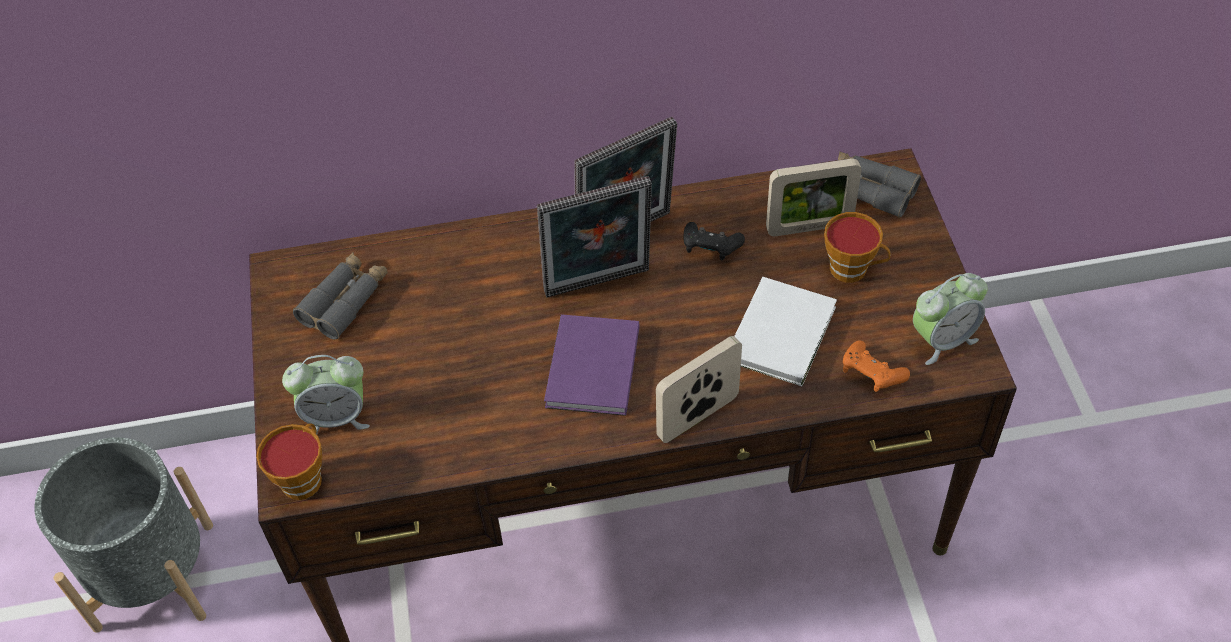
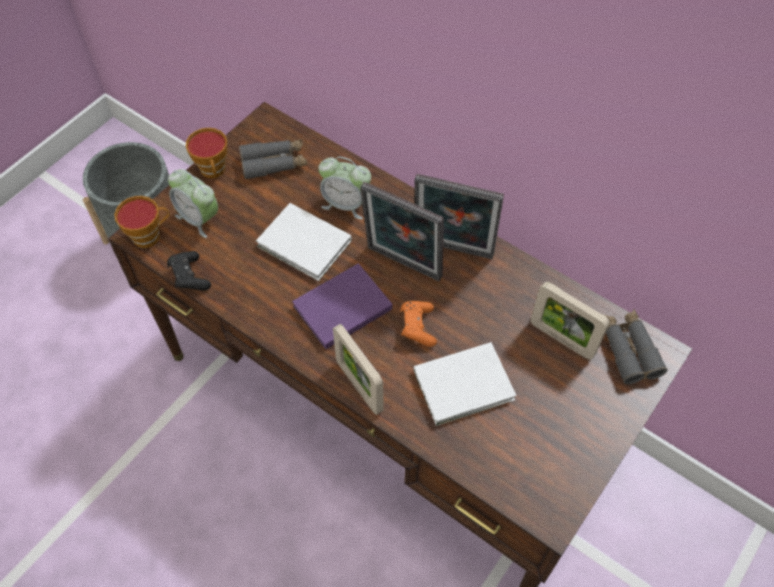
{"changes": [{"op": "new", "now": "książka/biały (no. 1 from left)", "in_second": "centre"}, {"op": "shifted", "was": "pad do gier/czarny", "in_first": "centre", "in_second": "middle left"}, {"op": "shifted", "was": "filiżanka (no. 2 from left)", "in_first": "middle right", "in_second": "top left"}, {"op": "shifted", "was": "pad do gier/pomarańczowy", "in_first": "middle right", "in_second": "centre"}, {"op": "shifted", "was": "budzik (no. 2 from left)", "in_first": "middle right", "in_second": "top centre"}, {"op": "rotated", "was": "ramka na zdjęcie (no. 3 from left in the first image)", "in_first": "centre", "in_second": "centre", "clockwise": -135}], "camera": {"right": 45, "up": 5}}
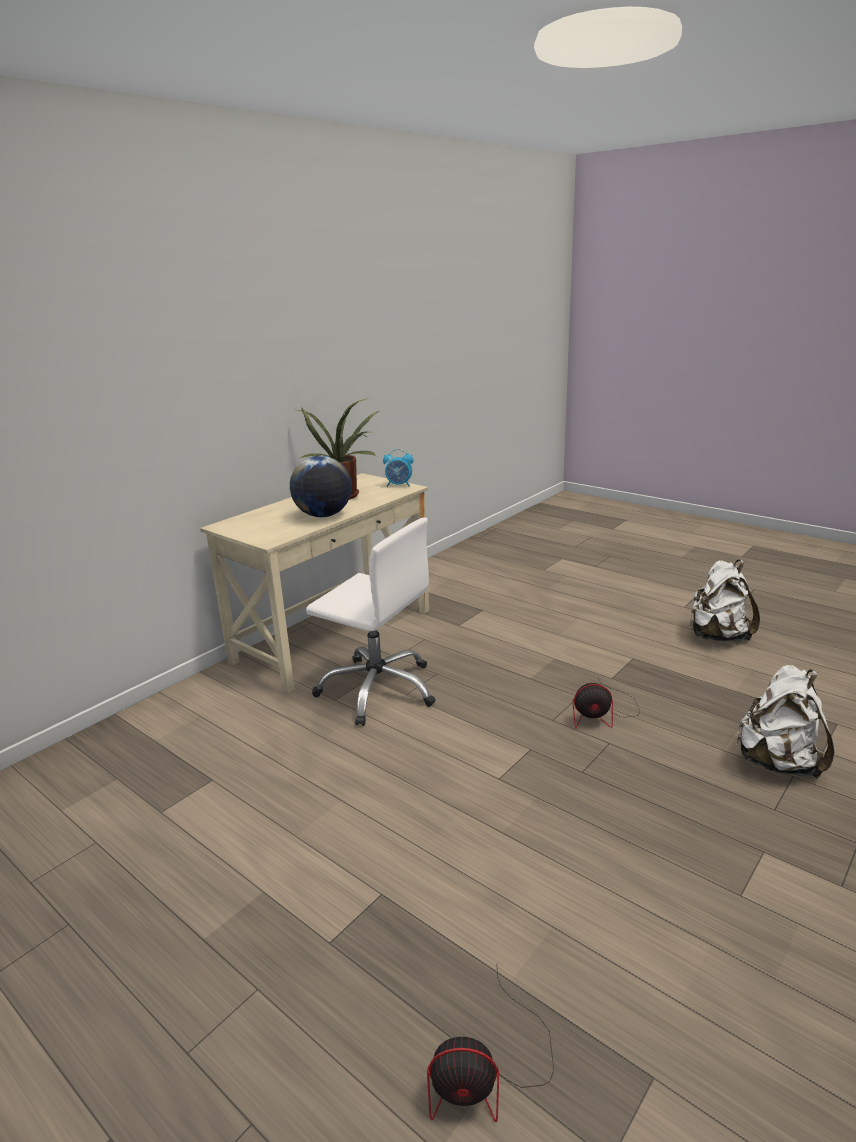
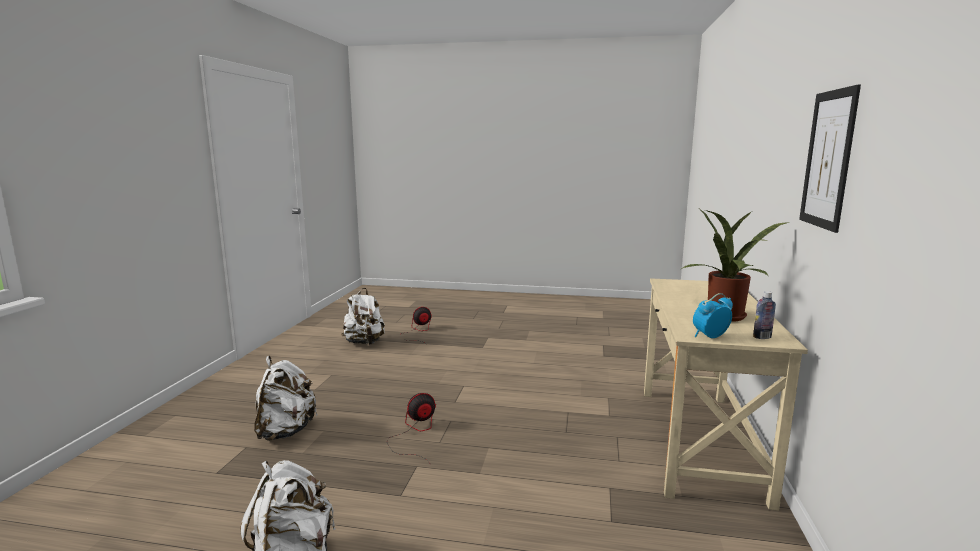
{"changes": [{"op": "gone", "was": "globus", "in_first": "centre"}, {"op": "gone", "was": "krzesło biurowe/biały", "in_first": "centre"}, {"op": "new", "now": "plecak/biały (no. 3 from left)", "in_second": "centre"}, {"op": "new", "now": "butelka", "in_second": "middle right"}, {"op": "new", "now": "obraz", "in_second": "top right"}], "camera": {"right": 150, "up": -10}}
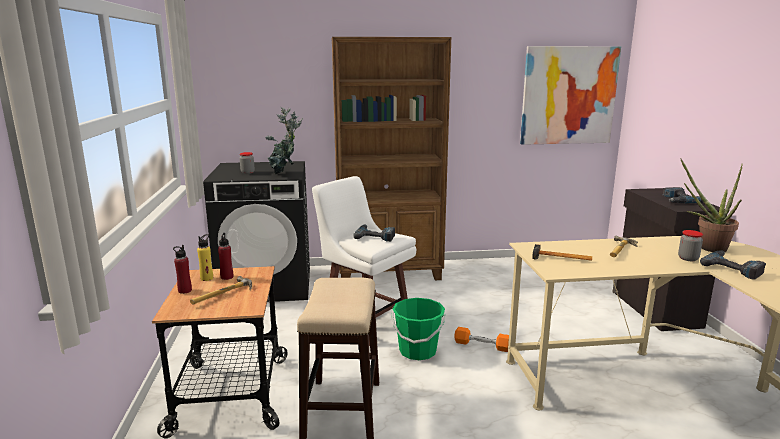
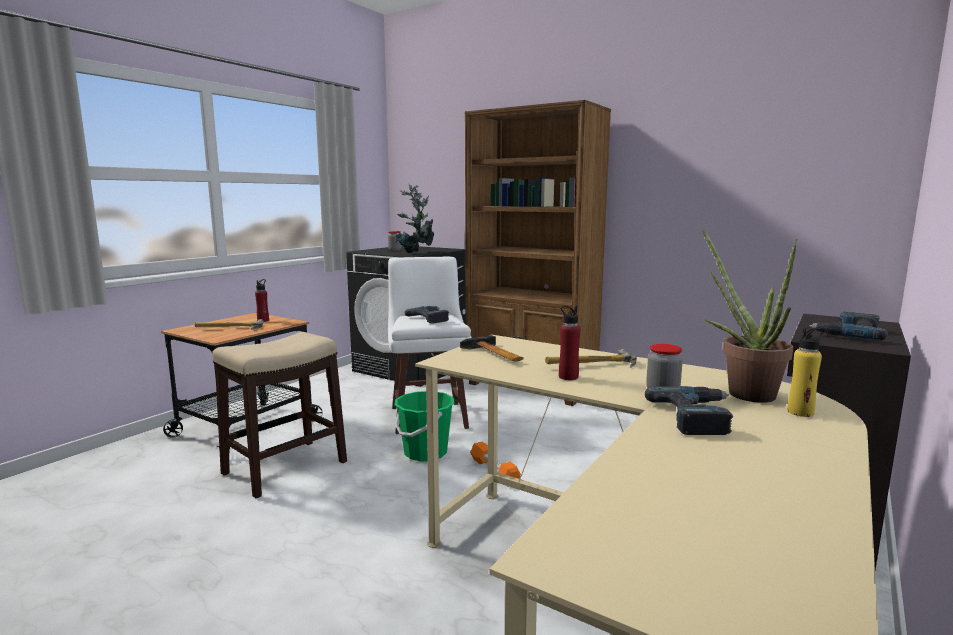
{"changes": [{"op": "gone", "was": "obraz", "in_first": "top right"}, {"op": "shifted", "was": "butelka/czerwony (no. 1 from left in the first image)", "now": "butelka/czerwony (no. 2 from left)", "in_first": "middle left", "in_second": "centre"}, {"op": "shifted", "was": "butelka/żółty", "in_first": "middle left", "in_second": "middle right"}], "camera": {"right": 40, "up": -5}}
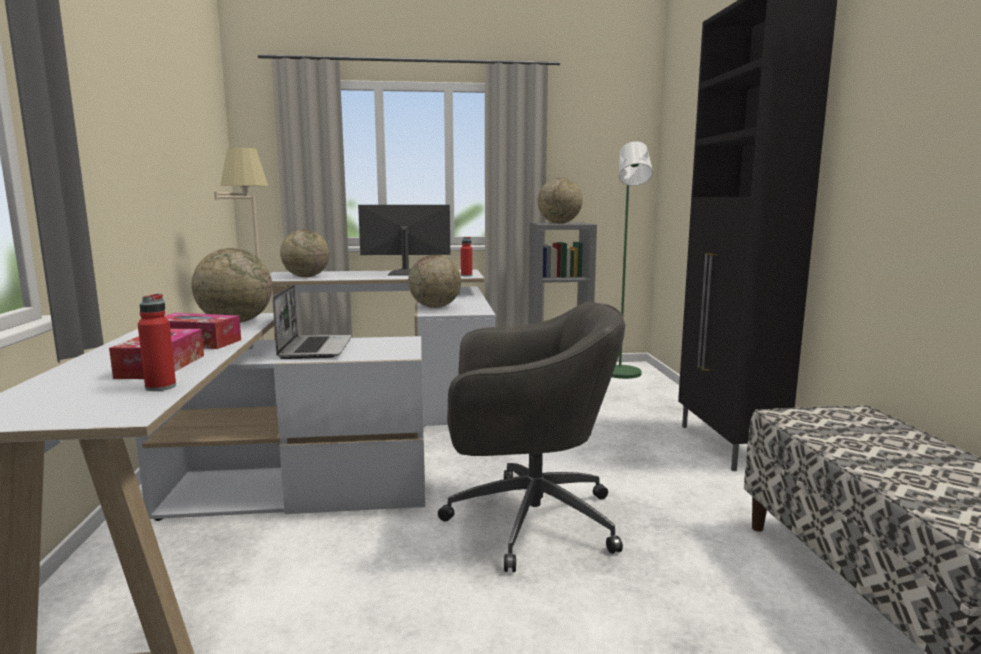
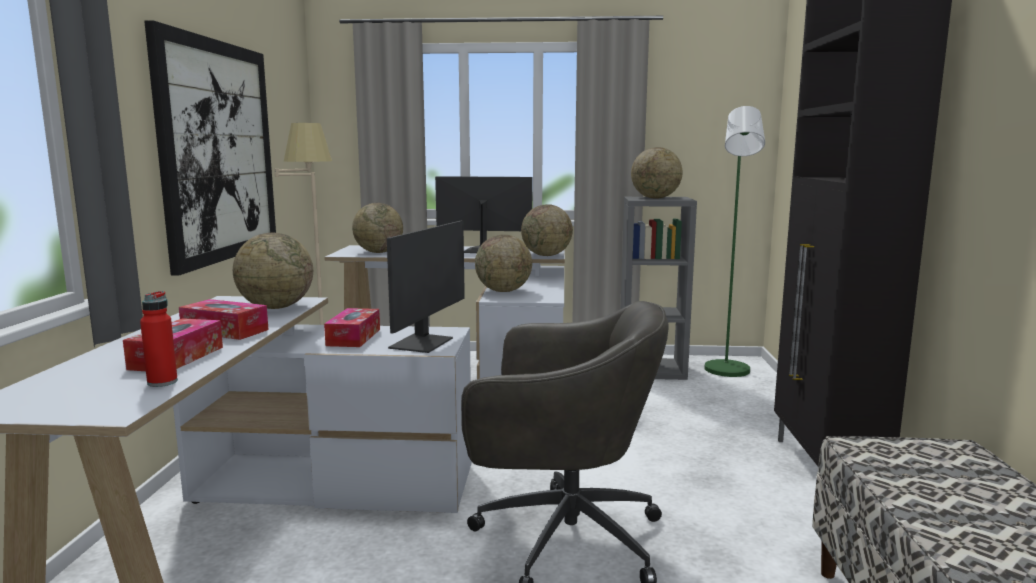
{"changes": [{"op": "new", "now": "obraz", "in_second": "top left"}, {"op": "new", "now": "monitor (no. 1 from left)", "in_second": "centre"}, {"op": "swapped", "was": "laptop", "now": "pudełko chusteczek (no. 3 from left)", "in_first": "middle left", "in_second": "centre"}, {"op": "swapped", "was": "butelka/czerwony (no. 2 from left)", "now": "globus (no. 4 from left)", "in_first": "centre", "in_second": "centre"}], "camera": {"right": 10, "up": 0}}
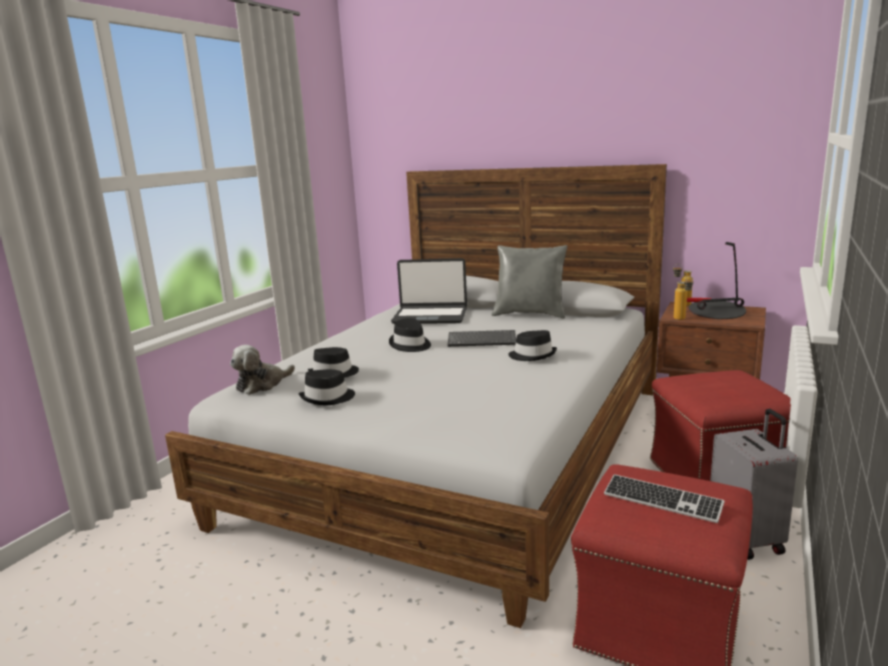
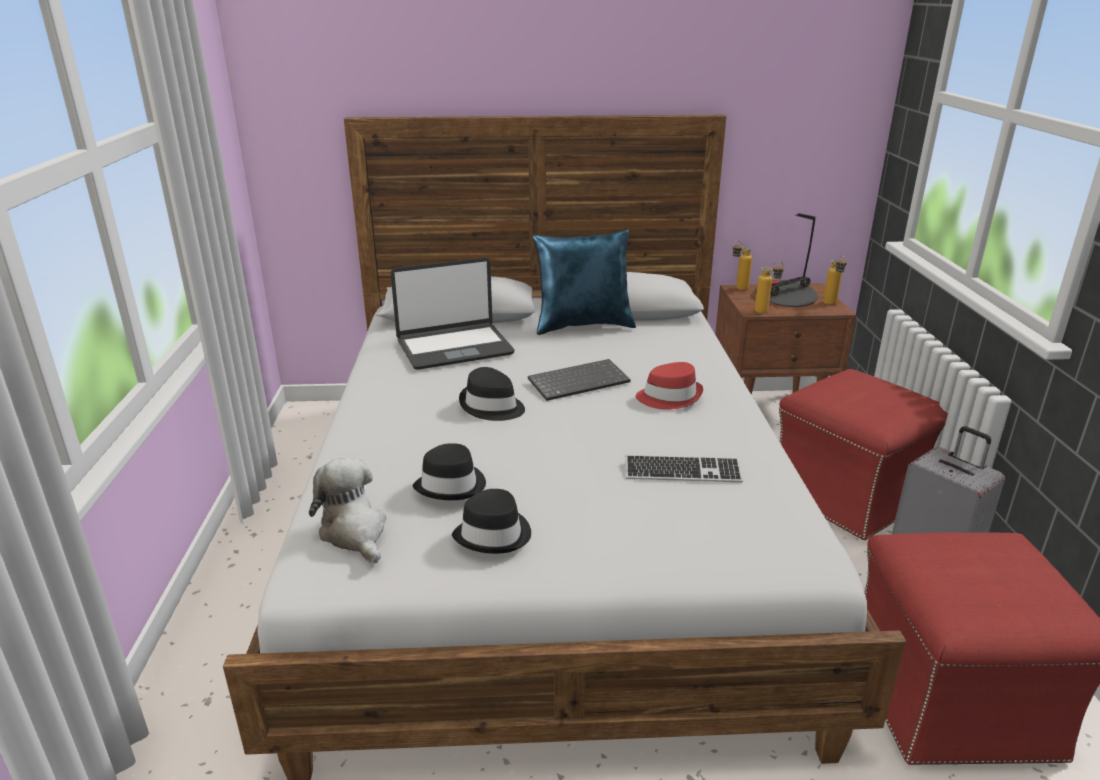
{"changes": [{"op": "new", "now": "butelka (no. 3 from left)", "in_second": "middle right"}, {"op": "shifted", "was": "klawiatura (no. 2 from left)", "in_first": "bottom right", "in_second": "centre"}, {"op": "repainted", "was": "poduszka/szary", "now": "poduszka/niebieski", "in_first": "centre", "in_second": "centre"}, {"op": "repainted", "was": "kapelusz/czarny (no. 4 from left)", "now": "kapelusz/czerwony", "in_first": "centre", "in_second": "centre"}, {"op": "rotated", "was": "pluszak", "in_first": "middle left", "in_second": "middle left", "clockwise": 135}], "camera": {"right": -30, "up": 10}}
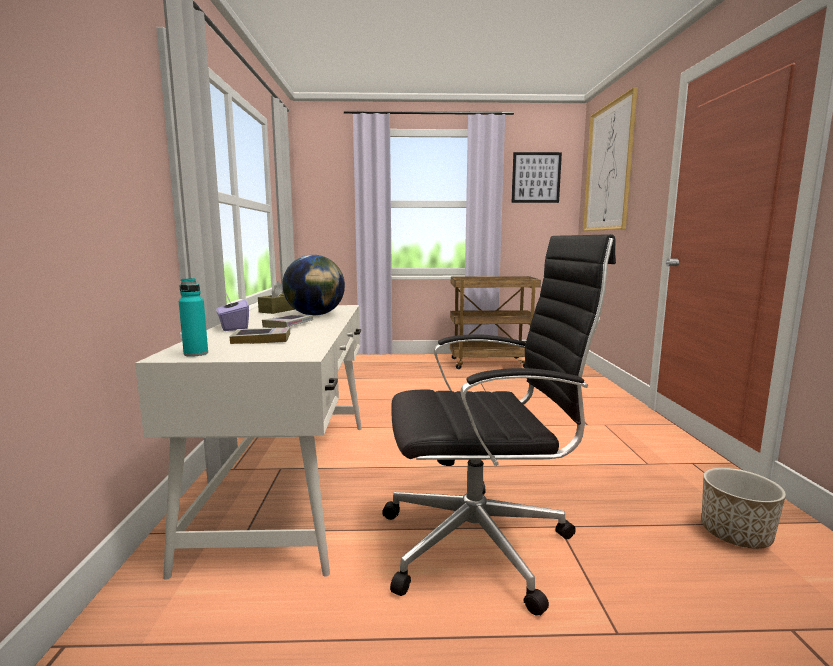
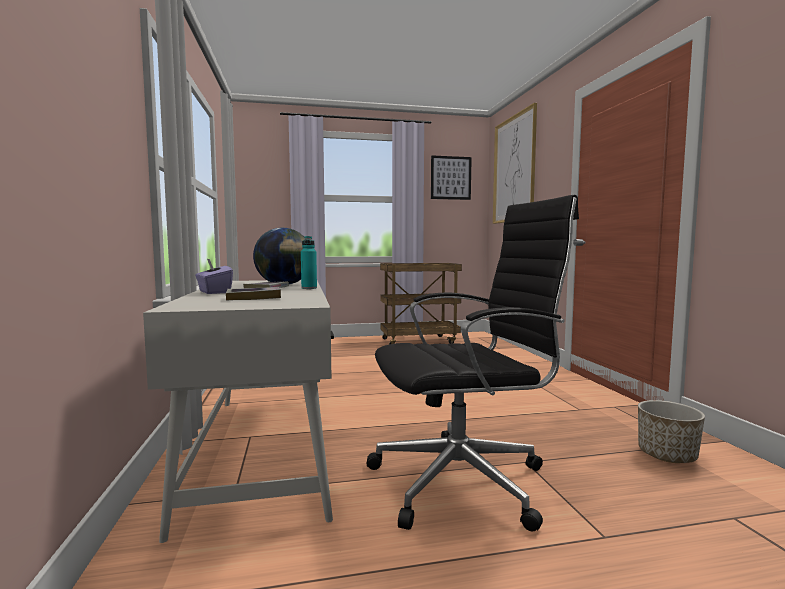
{"changes": [{"op": "gone", "was": "pudełko chusteczek/brązowy", "in_first": "middle left"}, {"op": "shifted", "was": "butelka/turkusowy", "in_first": "middle left", "in_second": "centre"}], "camera": {"right": -10, "up": -5}}
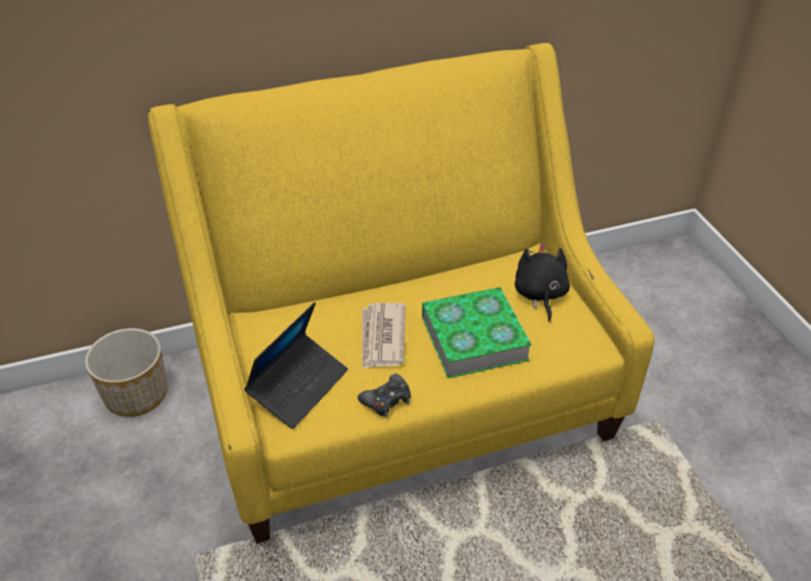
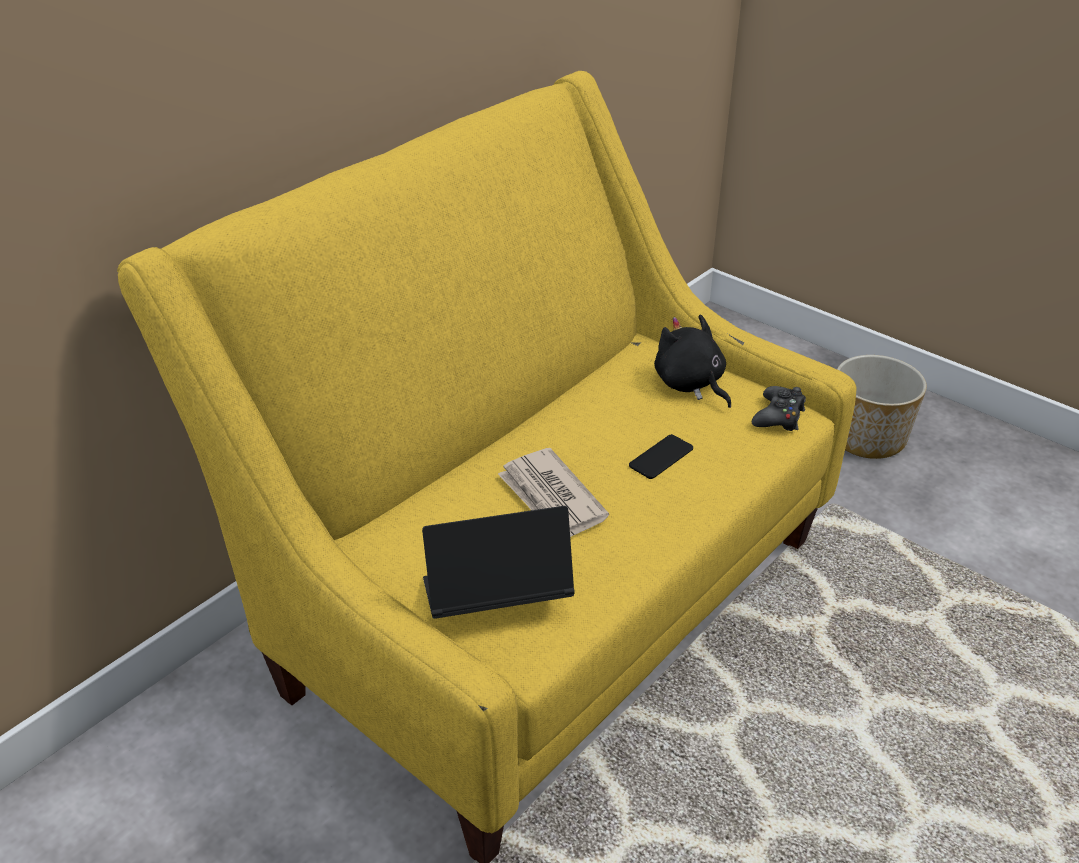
{"changes": [{"op": "shifted", "was": "donica", "in_first": "middle left", "in_second": "middle right"}, {"op": "shifted", "was": "pad do gier/czarny", "in_first": "bottom centre", "in_second": "middle right"}, {"op": "swapped", "was": "książka", "now": "telefon", "in_first": "centre", "in_second": "centre"}, {"op": "rotated", "was": "laptop", "in_first": "centre", "in_second": "centre", "clockwise": -105}], "camera": {"right": -30, "up": -5}}
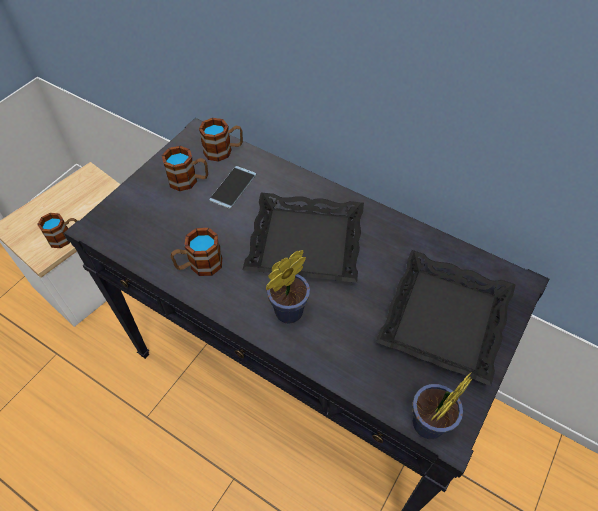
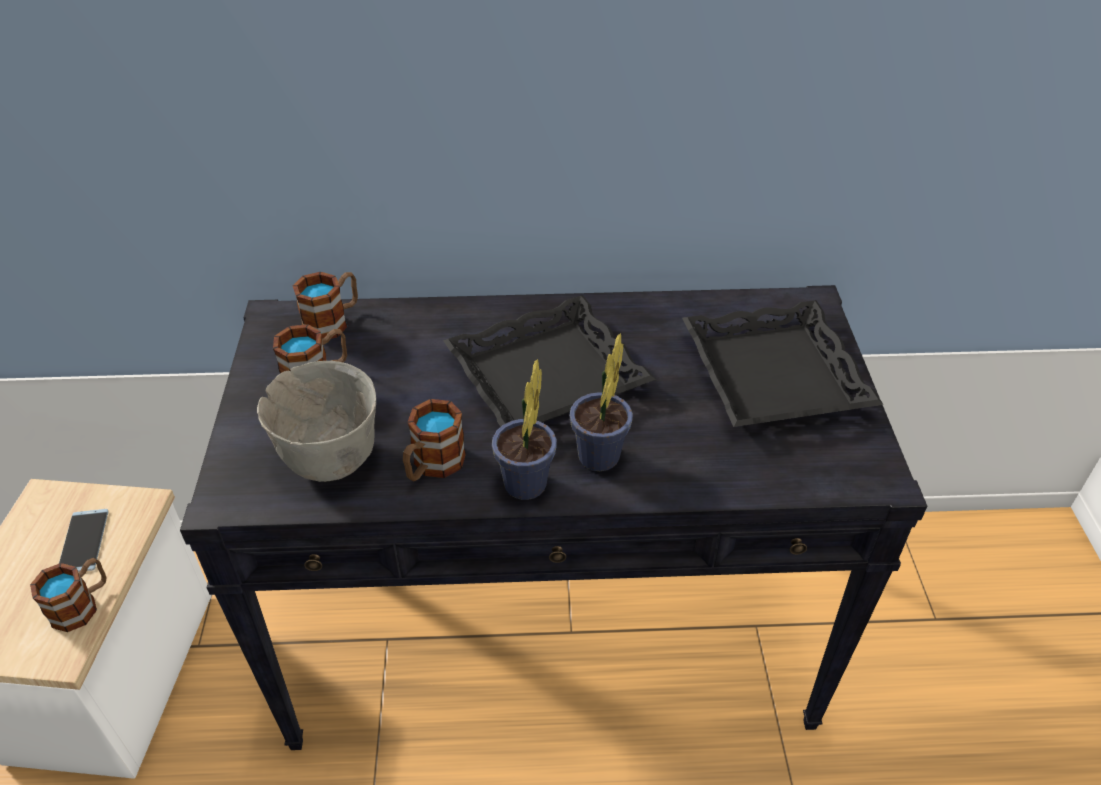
{"changes": [{"op": "new", "now": "miska/szary", "in_second": "middle left"}, {"op": "shifted", "was": "telefon", "in_first": "centre", "in_second": "bottom left"}, {"op": "shifted", "was": "roślina doniczkowa (no. 2 from left in the first image)", "now": "roślina doniczkowa (no. 1 from left)", "in_first": "bottom right", "in_second": "centre"}], "camera": {"right": -35, "up": -10}}
